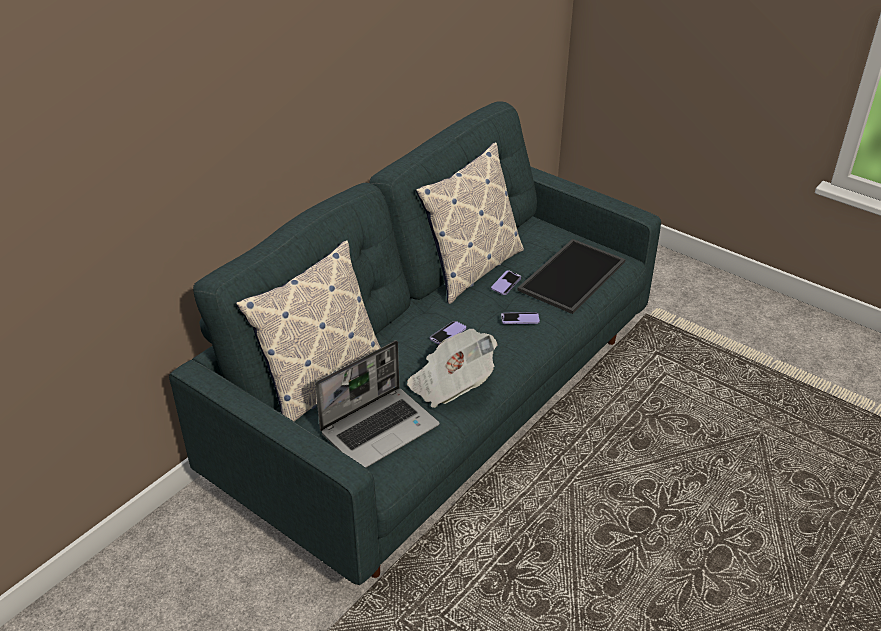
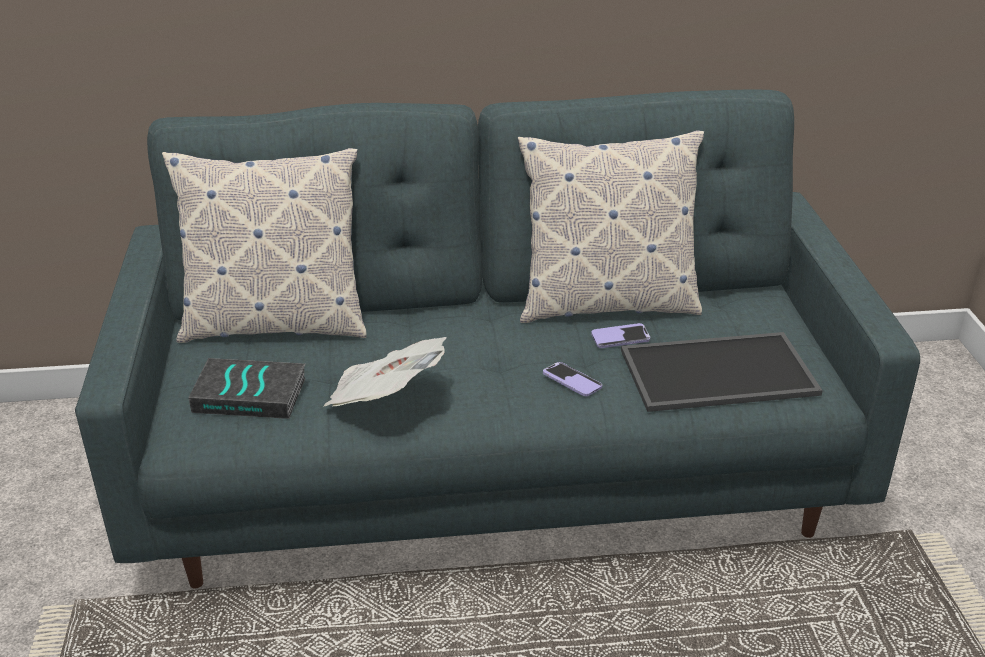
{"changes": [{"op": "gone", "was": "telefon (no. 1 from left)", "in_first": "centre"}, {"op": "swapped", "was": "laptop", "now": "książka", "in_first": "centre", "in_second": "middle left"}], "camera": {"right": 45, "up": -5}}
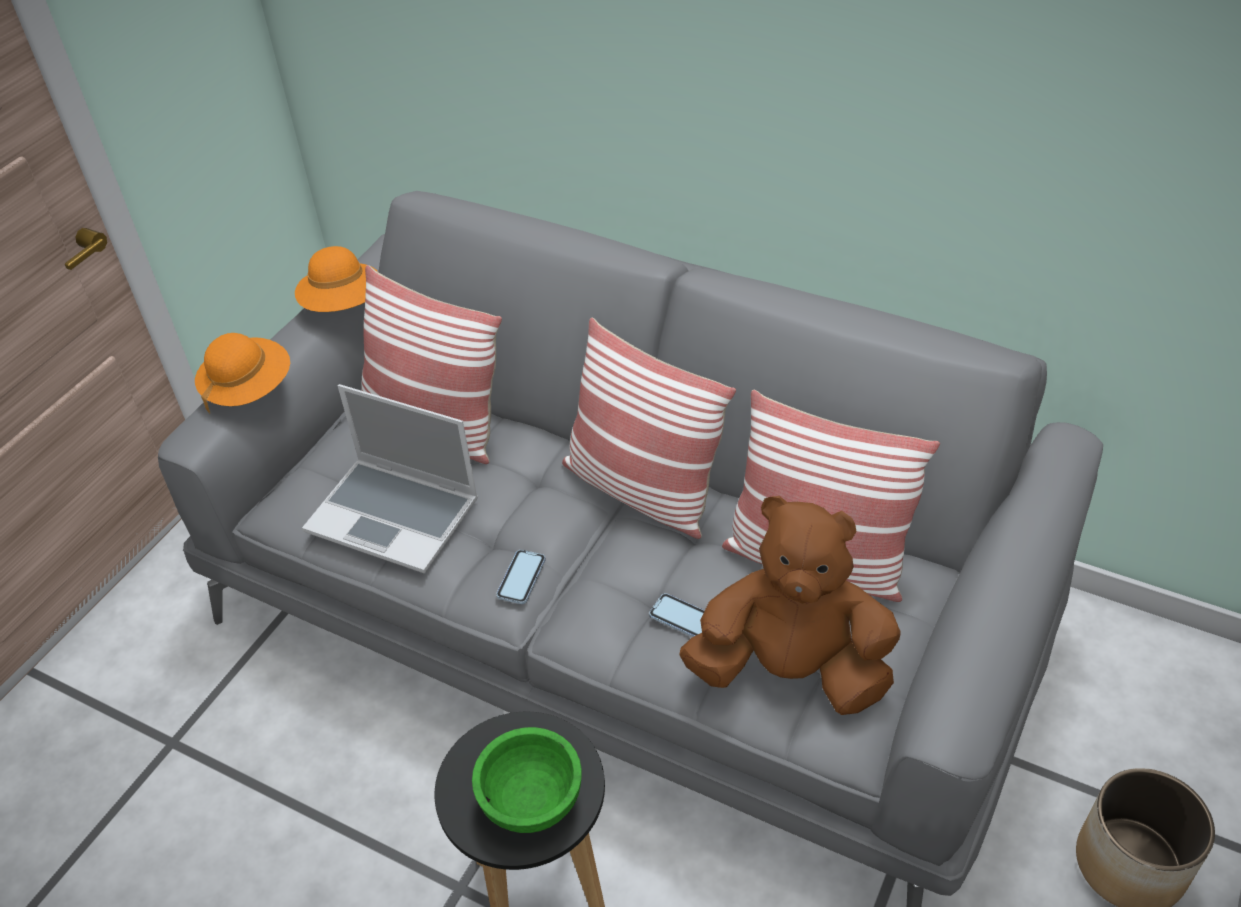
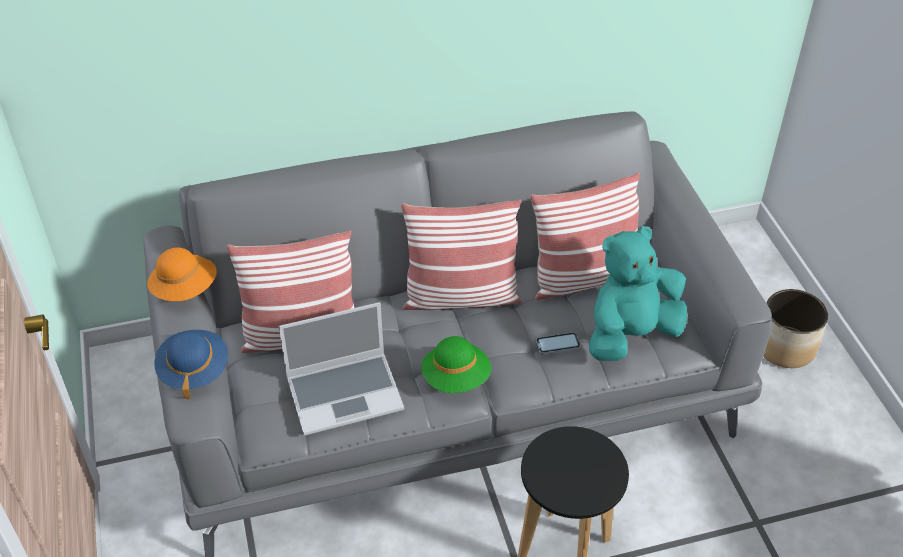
{"changes": [{"op": "gone", "was": "miska/zielony", "in_first": "bottom centre"}, {"op": "swapped", "was": "telefon (no. 1 from left)", "now": "kapelusz/zielony", "in_first": "centre", "in_second": "centre"}, {"op": "repainted", "was": "kapelusz/pomarańczowy (no. 1 from left)", "now": "kapelusz/niebieski", "in_first": "middle left", "in_second": "middle left"}, {"op": "repainted", "was": "pluszak/brązowy", "now": "pluszak/turkusowy", "in_first": "bottom centre", "in_second": "middle right"}], "camera": {"right": -45, "up": 0}}
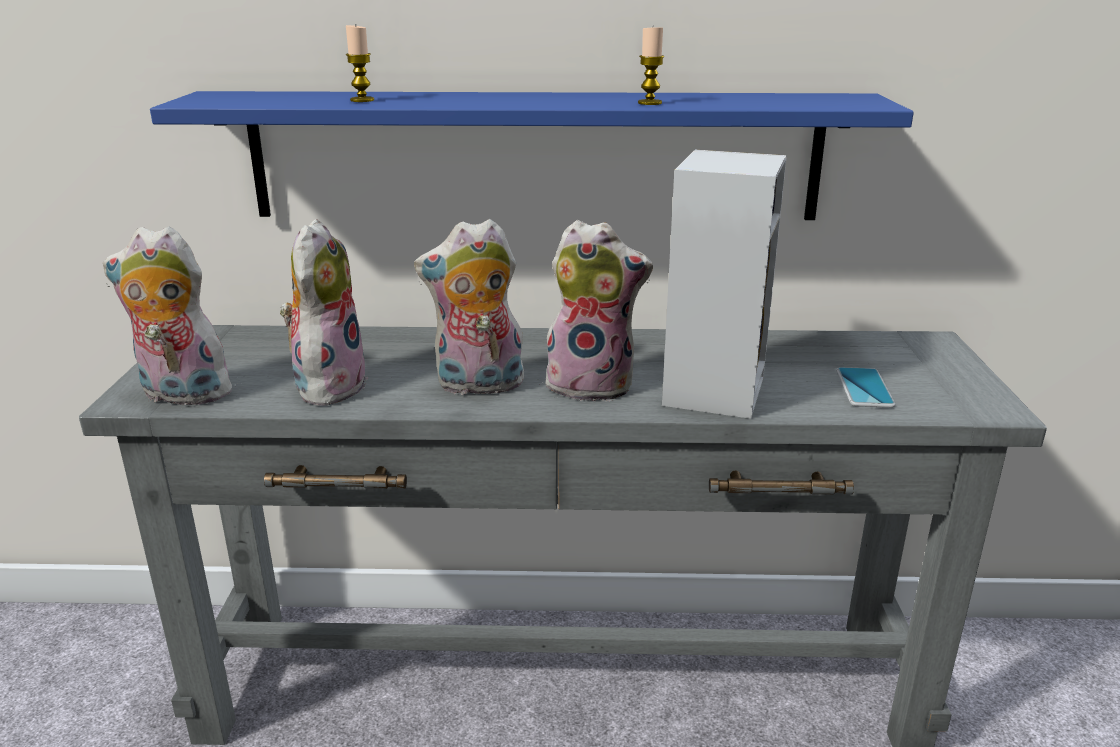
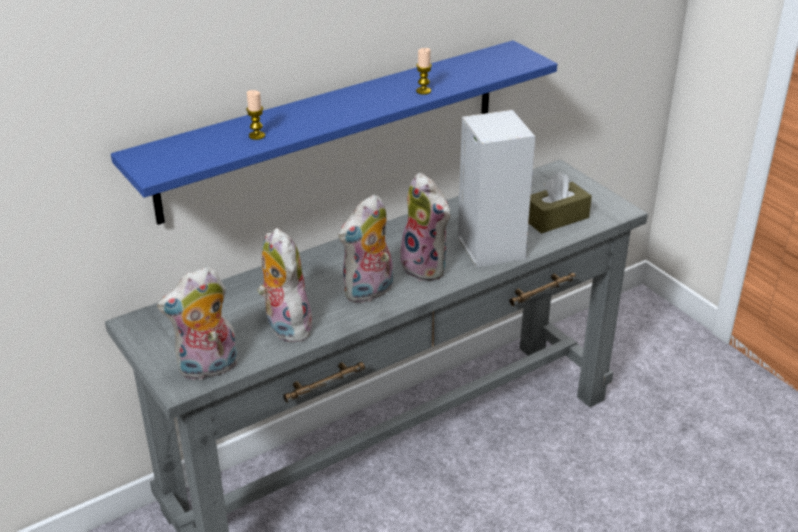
{"changes": [{"op": "swapped", "was": "telefon", "now": "pudełko chusteczek/brązowy", "in_first": "middle right", "in_second": "middle right"}, {"op": "rotated", "was": "pluszak (no. 4 from left)", "in_first": "centre", "in_second": "centre", "clockwise": 75}], "camera": {"right": -35, "up": 10}}
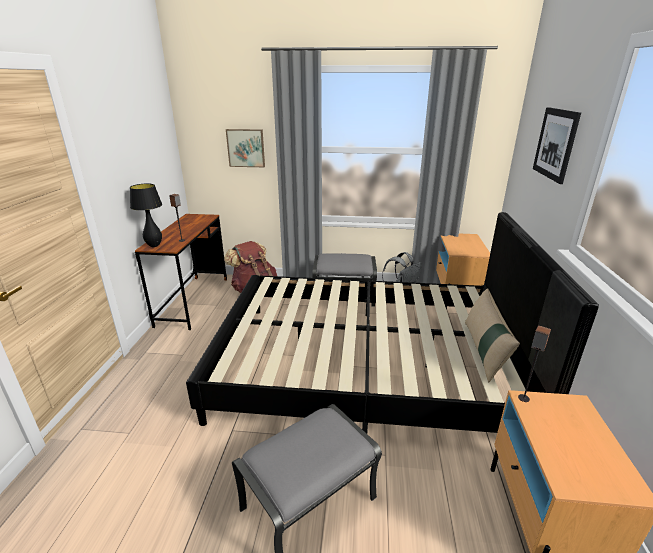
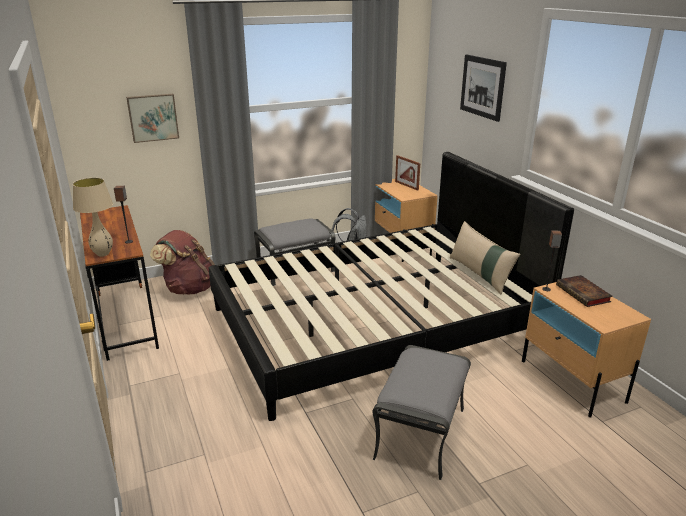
{"changes": [{"op": "new", "now": "ramka na zdjęcie", "in_second": "centre"}, {"op": "new", "now": "książka", "in_second": "middle right"}, {"op": "repainted", "was": "lampa stołowa/czarny", "now": "lampa stołowa/beżowy", "in_first": "middle left", "in_second": "middle left"}], "camera": {"right": -30, "up": 0}}
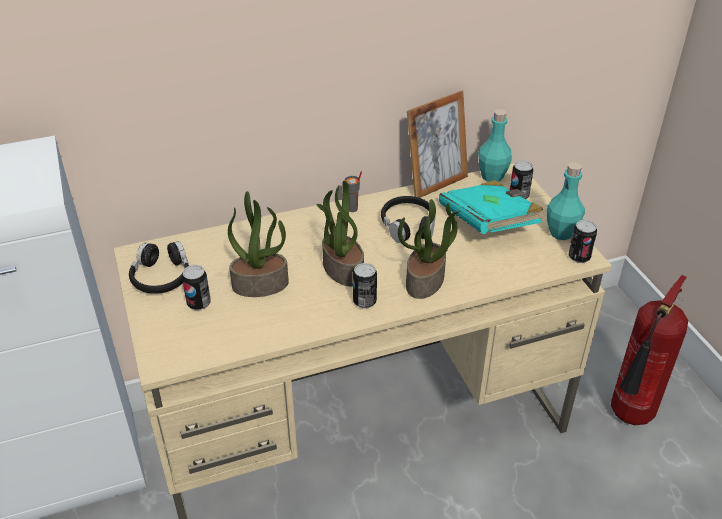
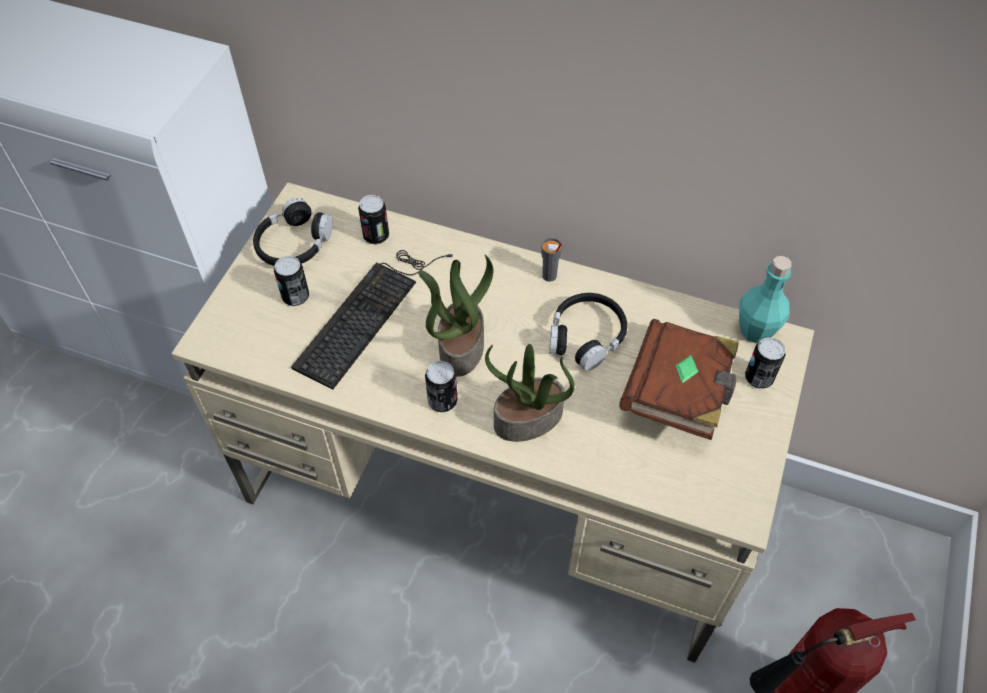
{"changes": [{"op": "gone", "was": "ramka na zdjęcie", "in_first": "top centre"}, {"op": "gone", "was": "butelka/turkusowy (no. 2 from left)", "in_first": "middle right"}, {"op": "shifted", "was": "puszka (no. 4 from left in the first image)", "now": "puszka (no. 2 from left)", "in_first": "middle right", "in_second": "top centre"}, {"op": "swapped", "was": "roślina doniczkowa (no. 1 from left)", "now": "klawiatura", "in_first": "centre", "in_second": "centre"}, {"op": "repainted", "was": "książka/turkusowy", "now": "książka/brązowy", "in_first": "middle right", "in_second": "middle right"}], "camera": {"right": 40, "up": 15}}
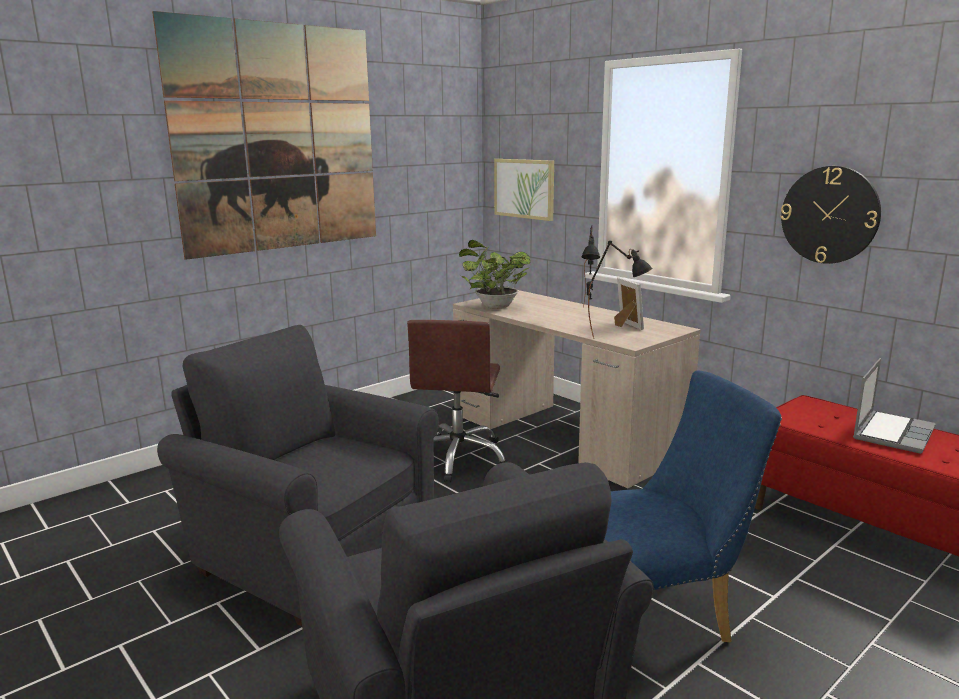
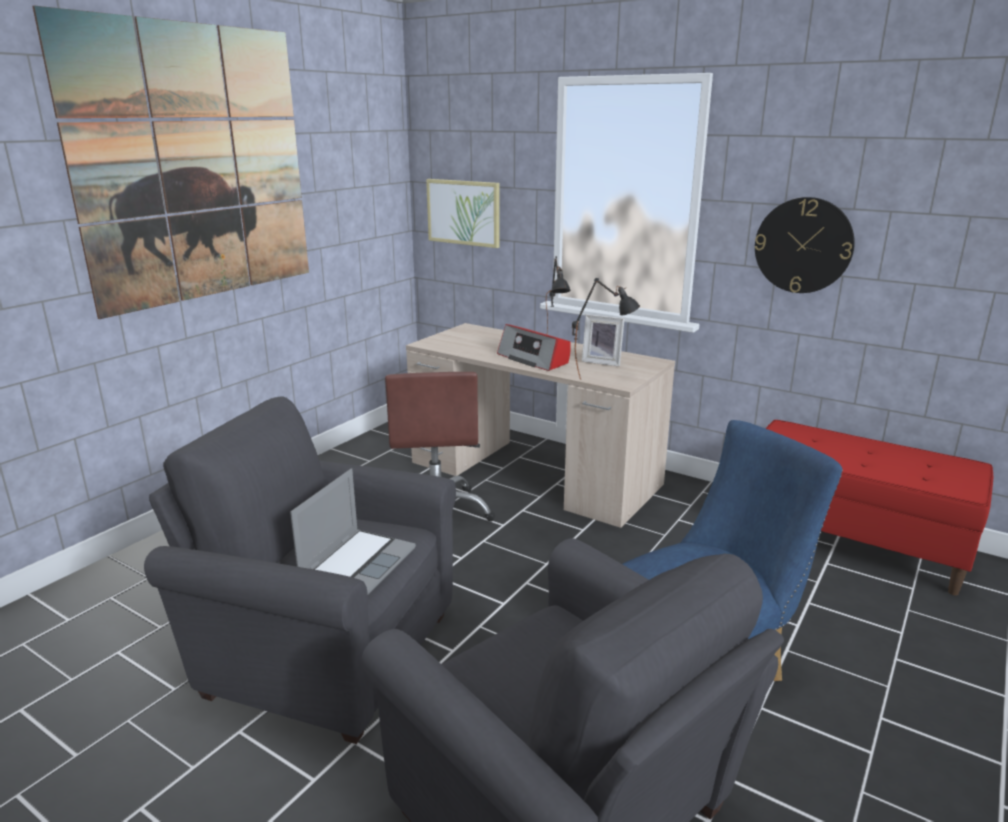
{"changes": [{"op": "gone", "was": "roślina doniczkowa", "in_first": "centre"}, {"op": "new", "now": "radio", "in_second": "centre"}, {"op": "shifted", "was": "laptop", "in_first": "middle right", "in_second": "centre"}, {"op": "rotated", "was": "ramka na zdjęcie", "in_first": "centre", "in_second": "centre", "clockwise": 150}], "camera": {"right": -15, "up": 5}}
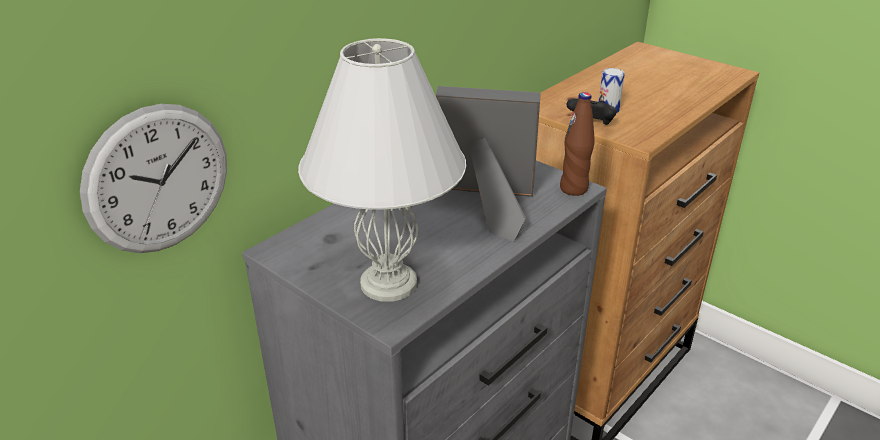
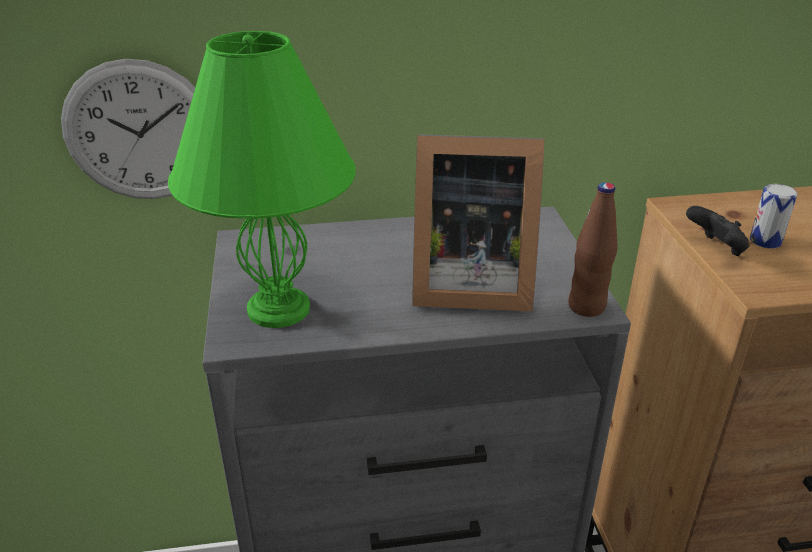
{"changes": [{"op": "repainted", "was": "lampa stołowa/biały", "now": "lampa stołowa/zielony", "in_first": "centre", "in_second": "top left"}, {"op": "rotated", "was": "ramka na zdjęcie", "in_first": "centre", "in_second": "centre", "clockwise": 135}], "camera": {"right": 40, "up": 0}}
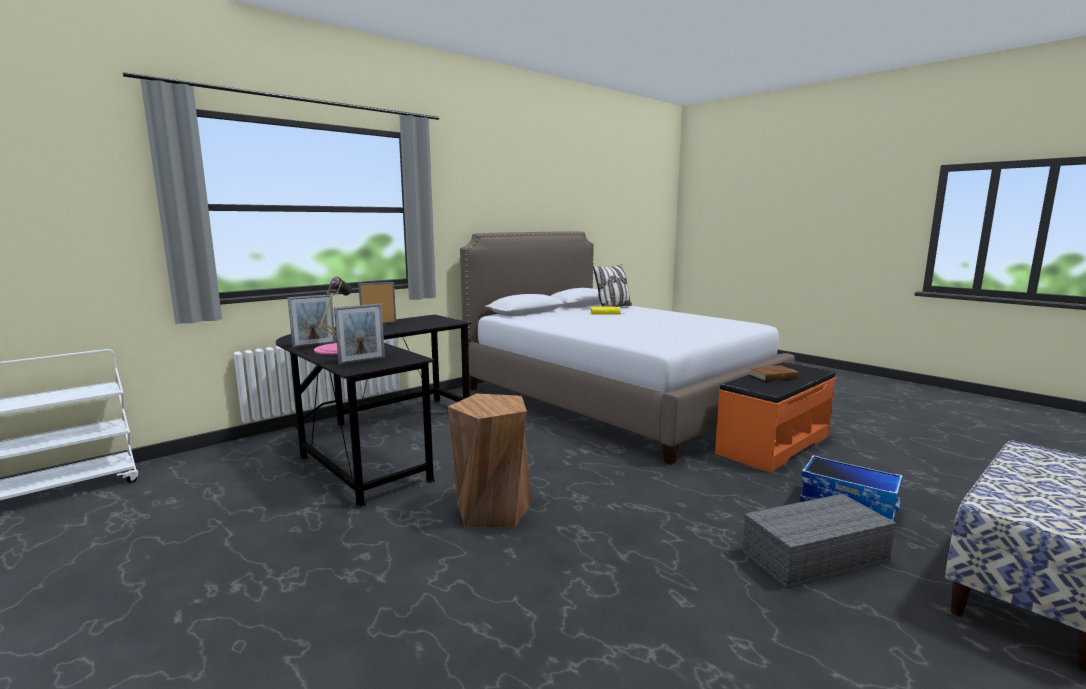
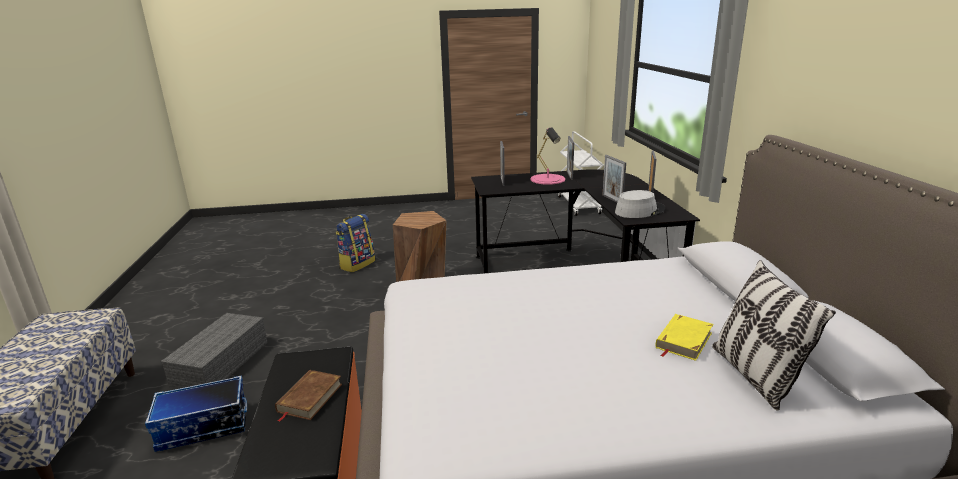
{"changes": [{"op": "new", "now": "plecak", "in_second": "centre"}, {"op": "new", "now": "ramka na zdjęcie (no. 3 from left)", "in_second": "centre"}, {"op": "new", "now": "kapelusz/szary", "in_second": "middle right"}], "camera": {"right": 125, "up": 10}}
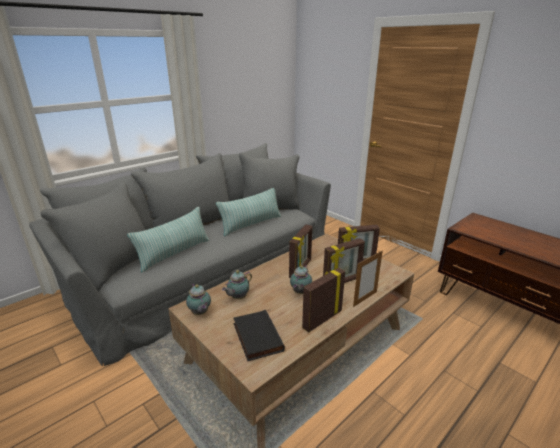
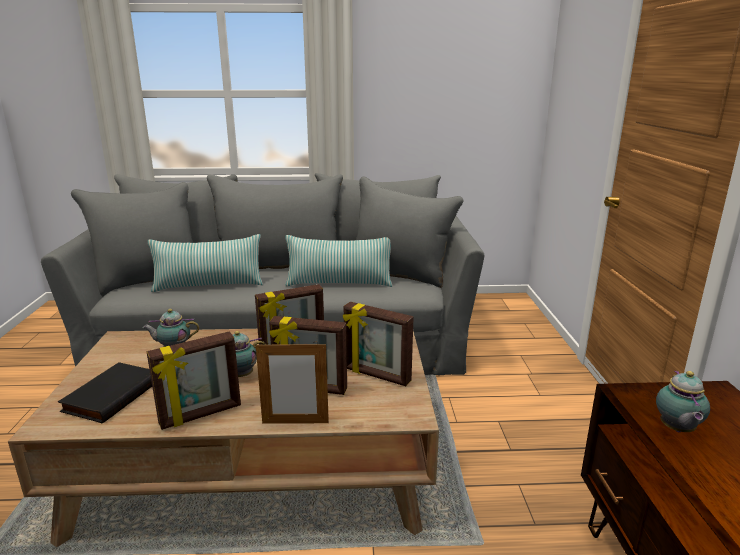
{"changes": [{"op": "shifted", "was": "imbryk (no. 1 from left in the first image)", "now": "imbryk (no. 3 from left)", "in_first": "bottom centre", "in_second": "bottom right"}, {"op": "rotated", "was": "ramka na zdjęcie (no. 2 from left in the first image)", "in_first": "bottom centre", "in_second": "bottom left", "clockwise": 150}], "camera": {"right": 40, "up": -5}}
